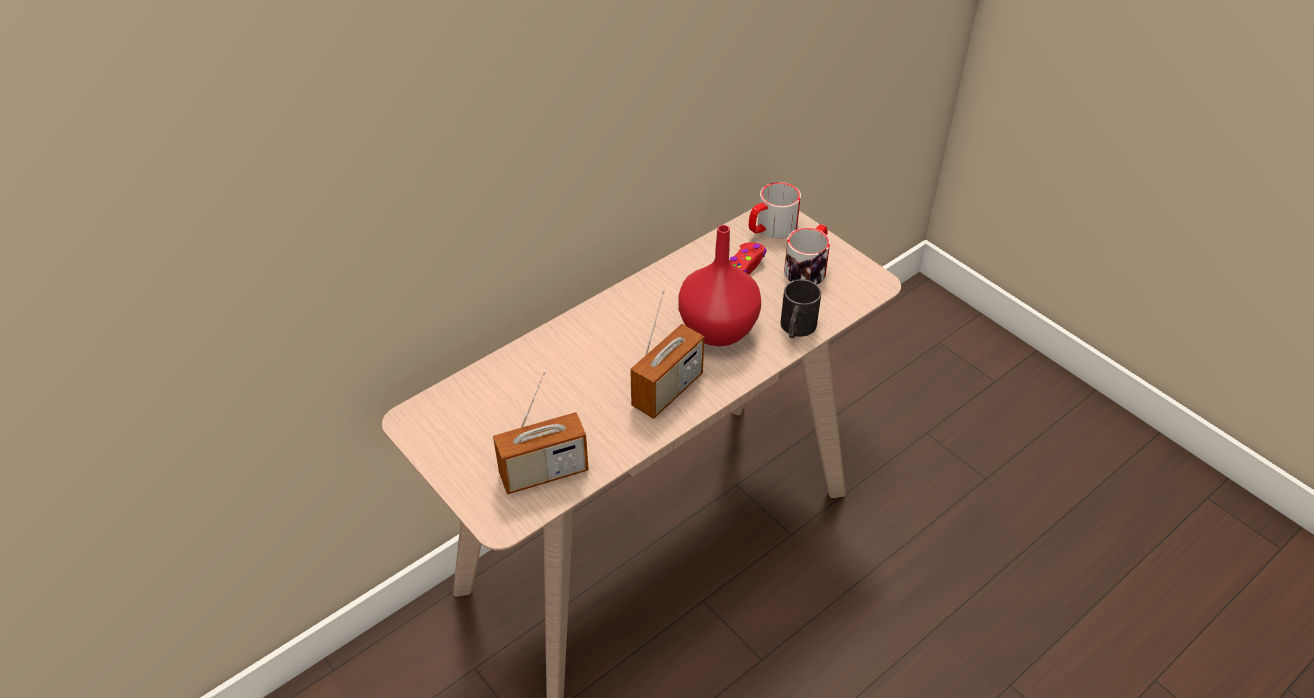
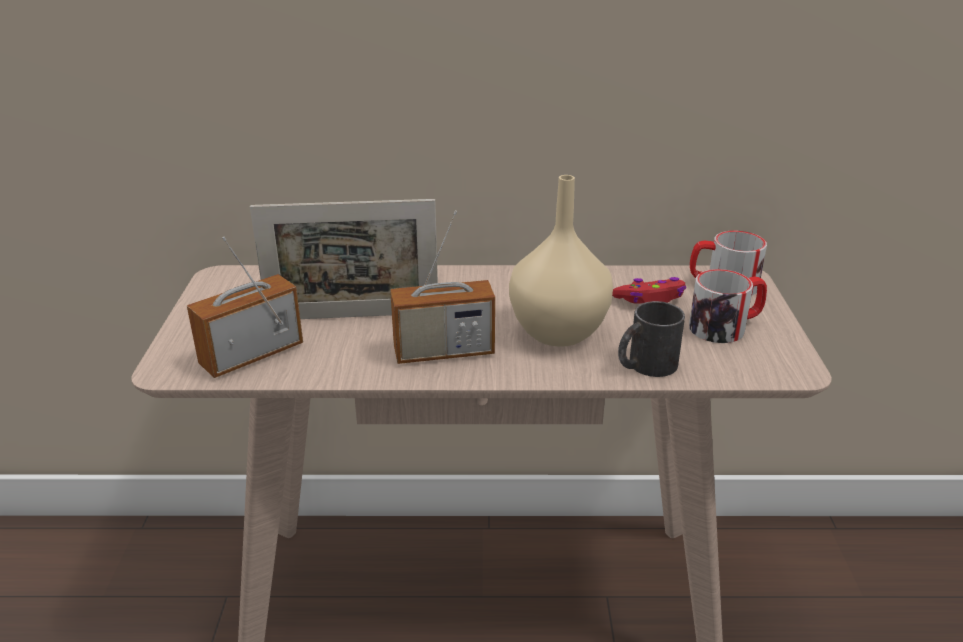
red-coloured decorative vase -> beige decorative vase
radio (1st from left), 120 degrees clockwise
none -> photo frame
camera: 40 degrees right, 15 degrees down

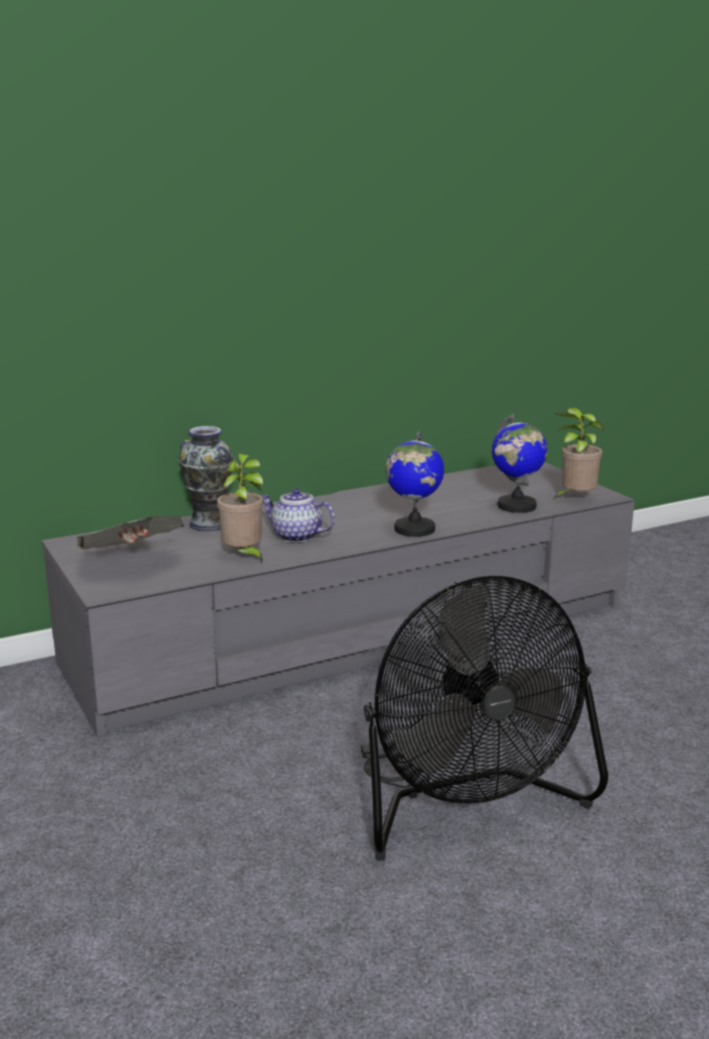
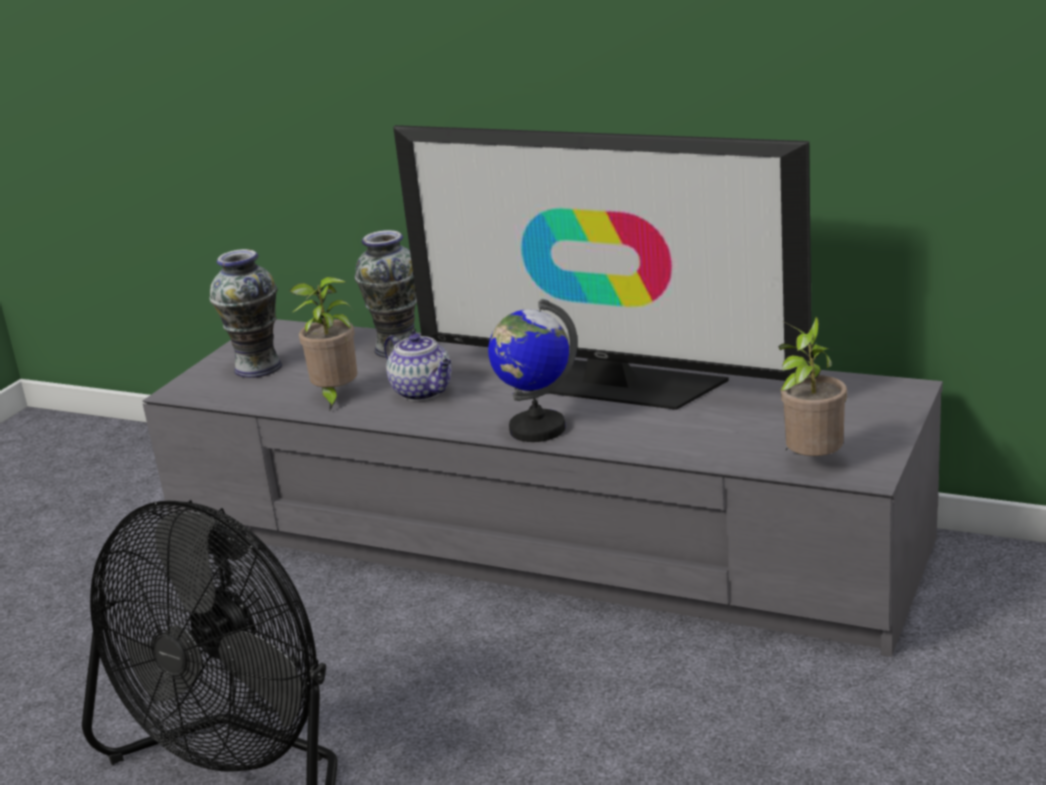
globe (2nd from left) -> none
teapot, 150 degrees clockwise
printed paper -> decorative vase (1st from left)
none -> TV
camera: 55 degrees right, 5 degrees up

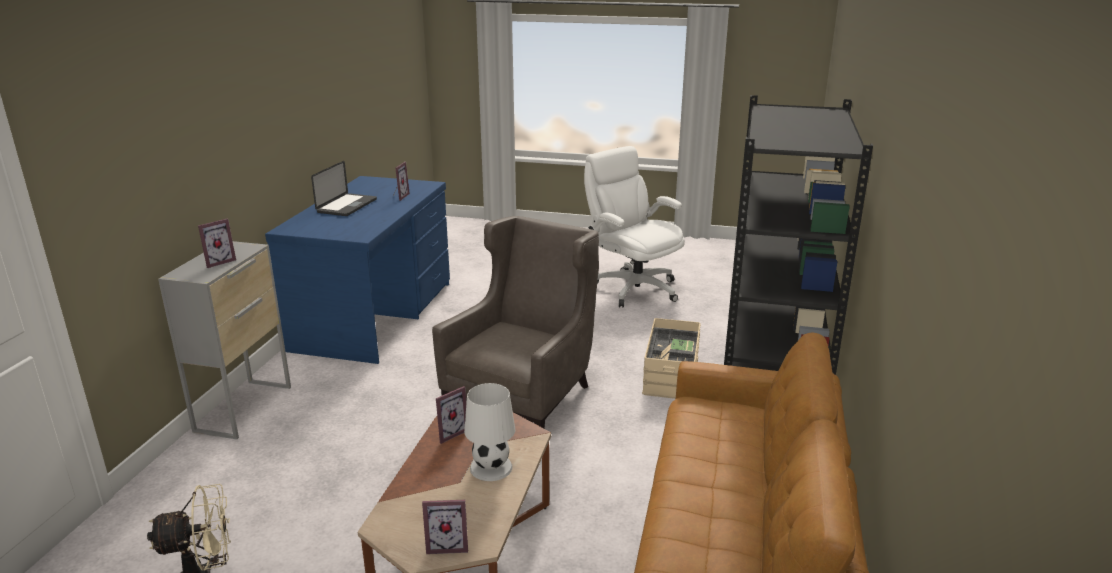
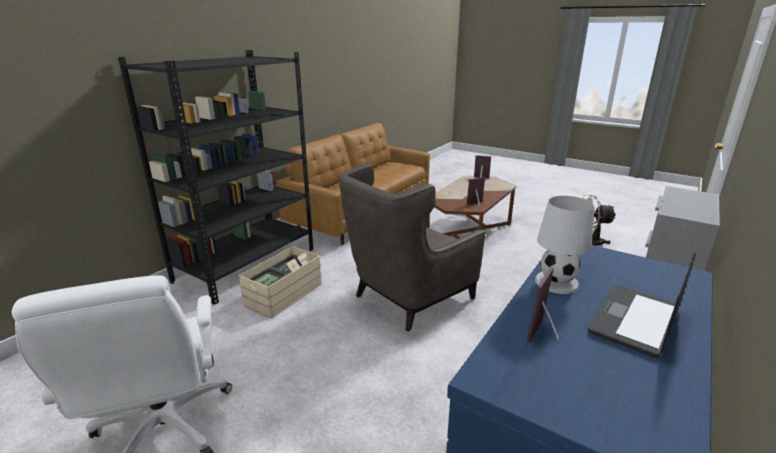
photo frame (1st from left) -> none
white-coloured table lamp, moved
camera: 160 degrees left, 0 degrees up

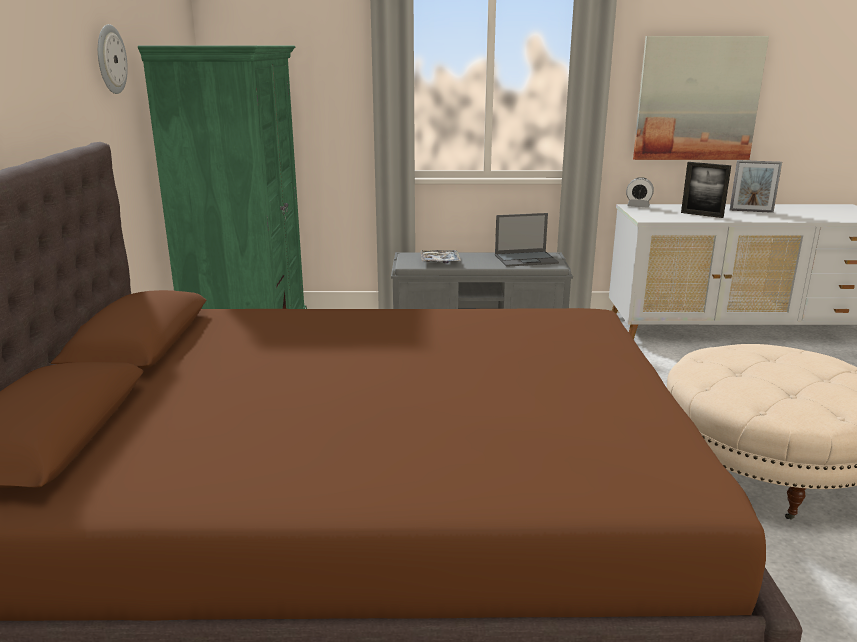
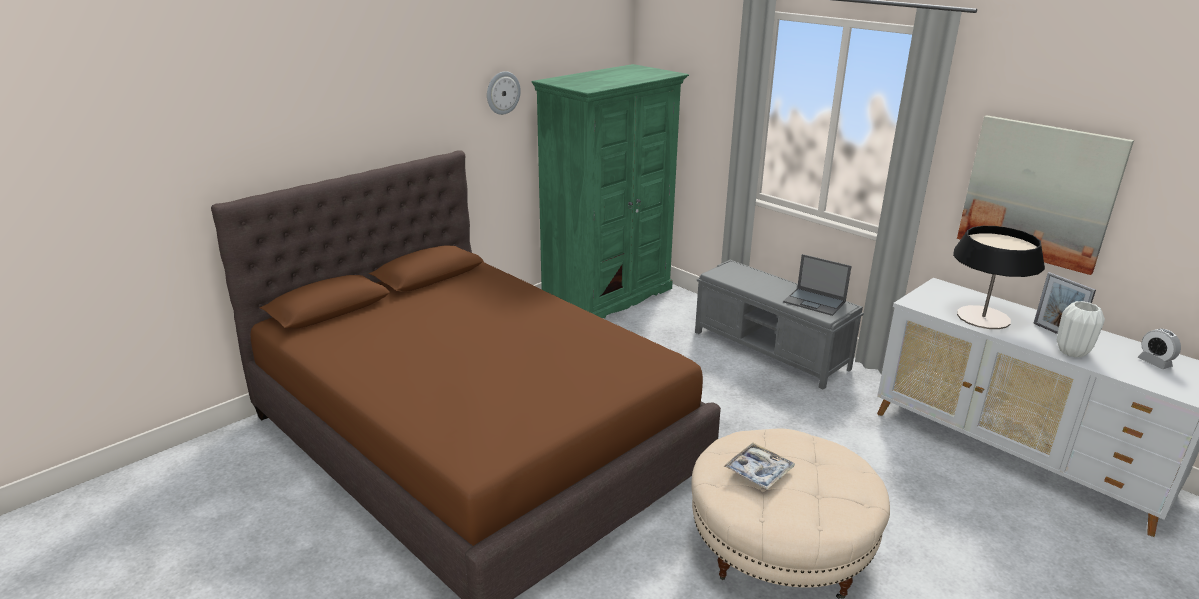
photo frame (1st from left) -> table lamp
table clock, moved
tray, moved
none -> white-coloured decorative vase
camera: 45 degrees right, 5 degrees up

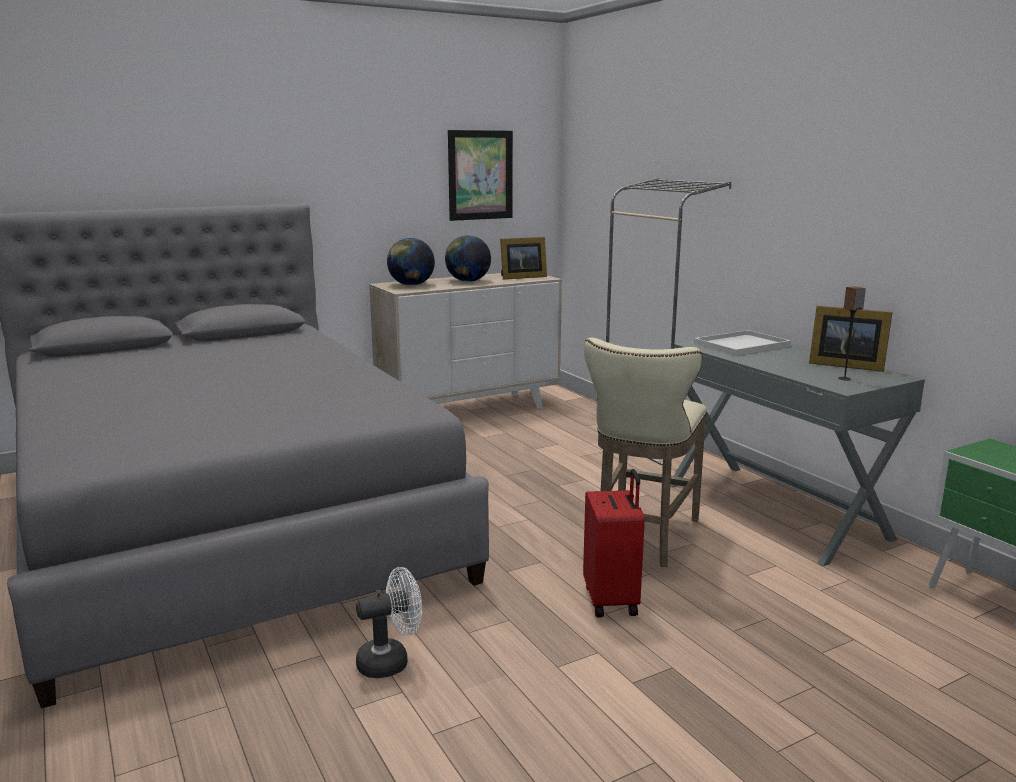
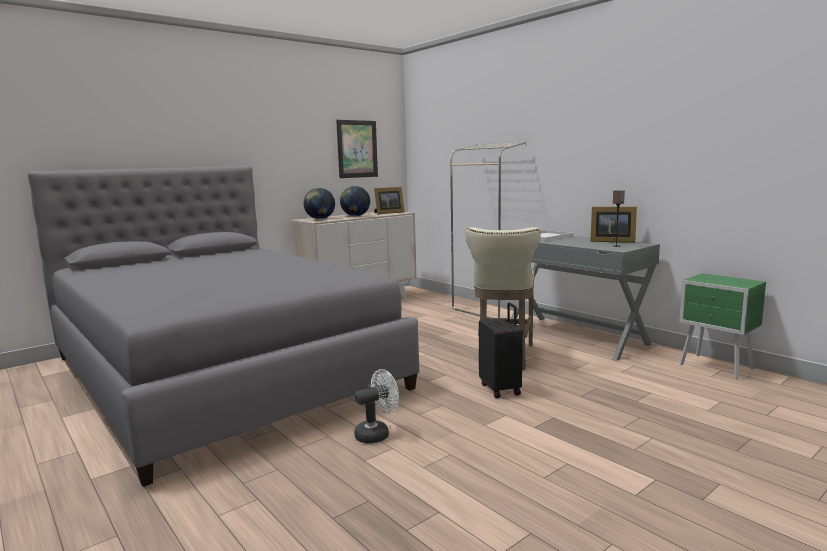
red-coloured suitcase -> blackish suitcase
camera: 10 degrees left, 5 degrees down

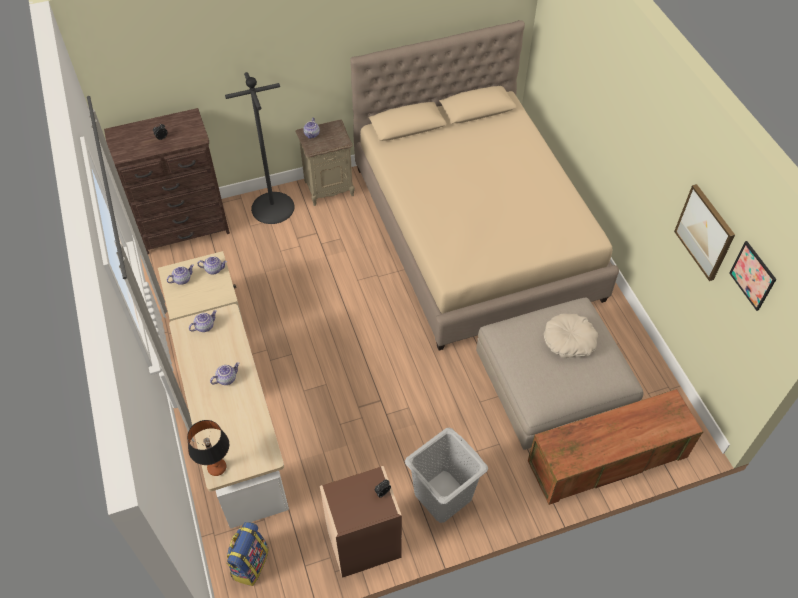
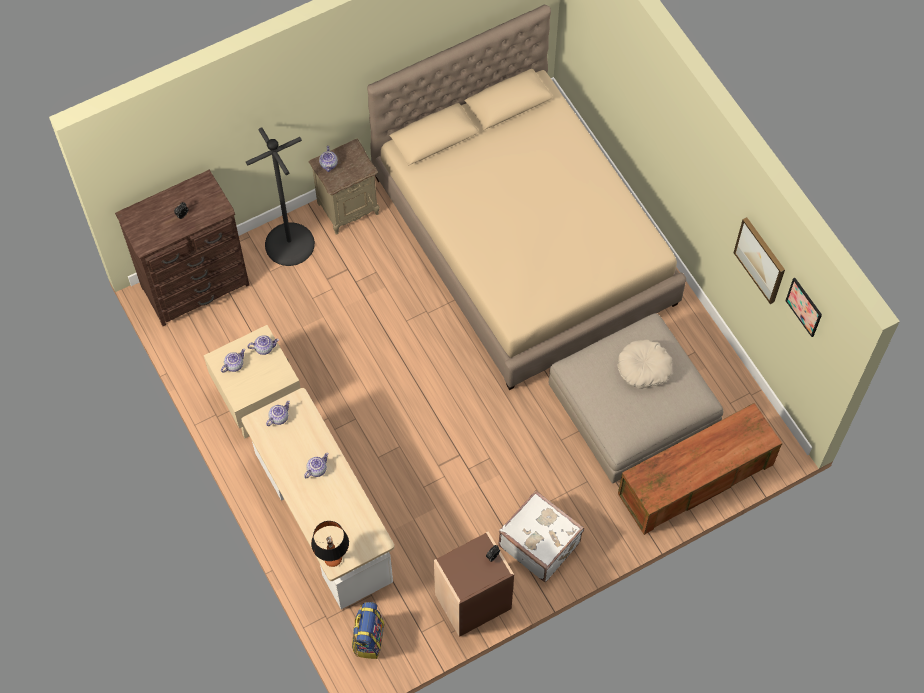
greyish hamper -> white-coloured suitcase
camera: 10 degrees left, 10 degrees up

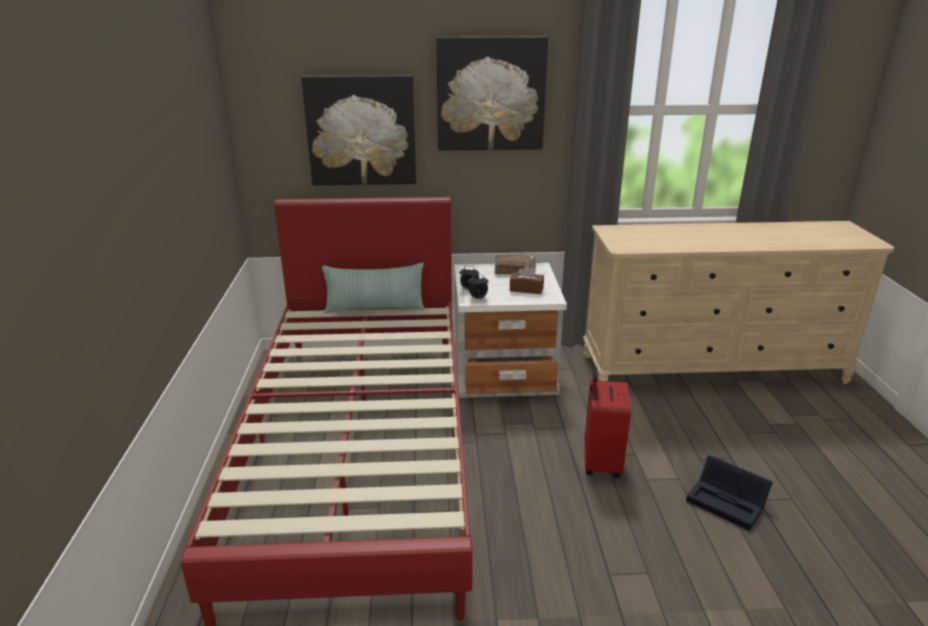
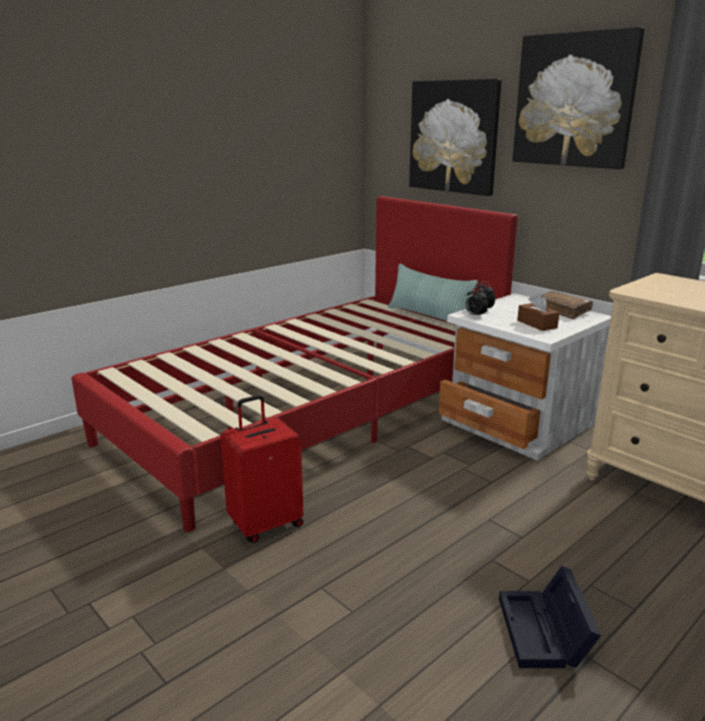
red-coloured suitcase, moved
camera: 50 degrees right, 5 degrees down

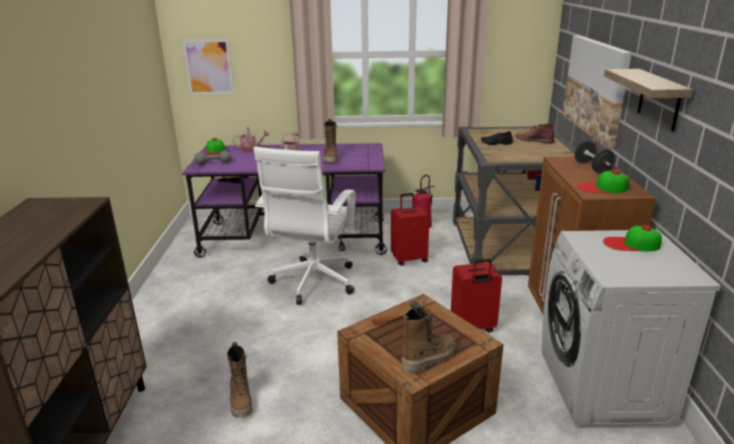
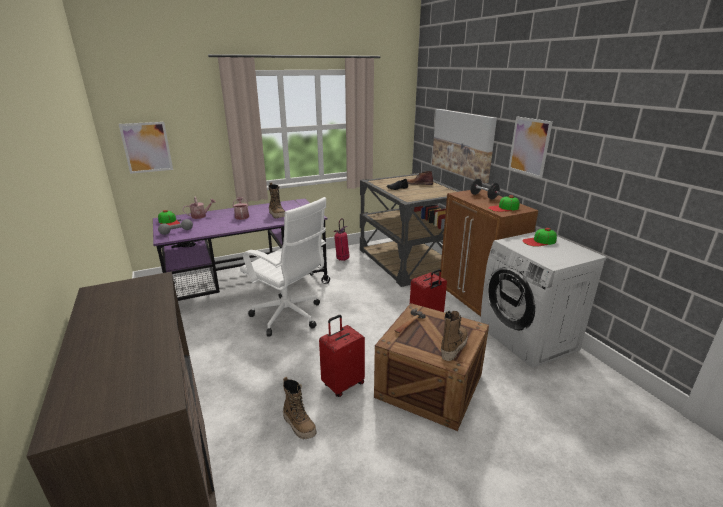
wall shelf -> wall art (3rd from left)
white-coloured office chair, 45 degrees counterclockwise
red-coloured suitcase (1st from left), moved
camera: 25 degrees left, 0 degrees up

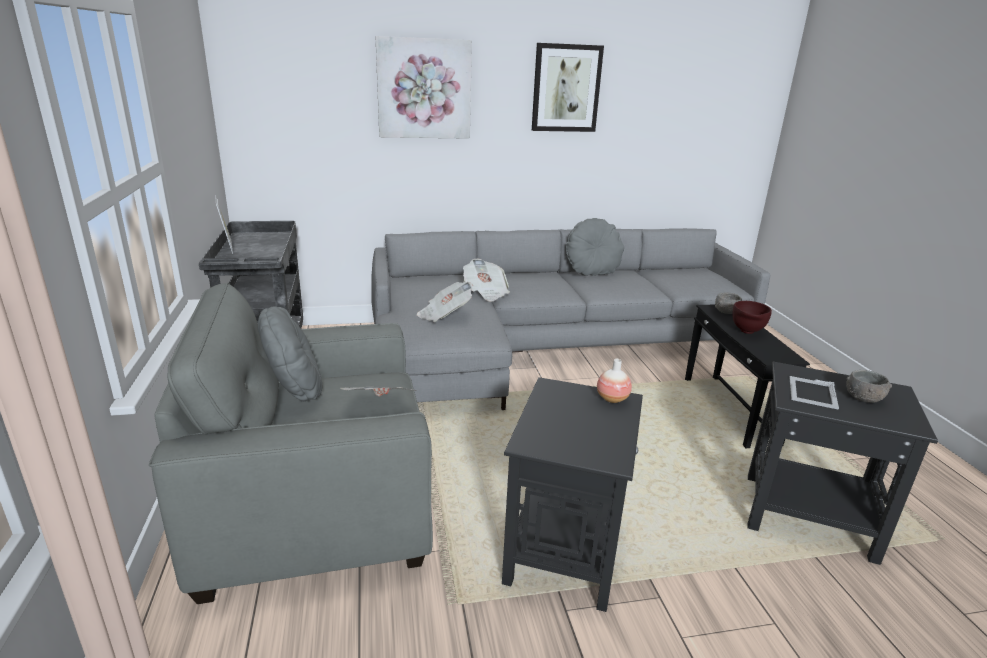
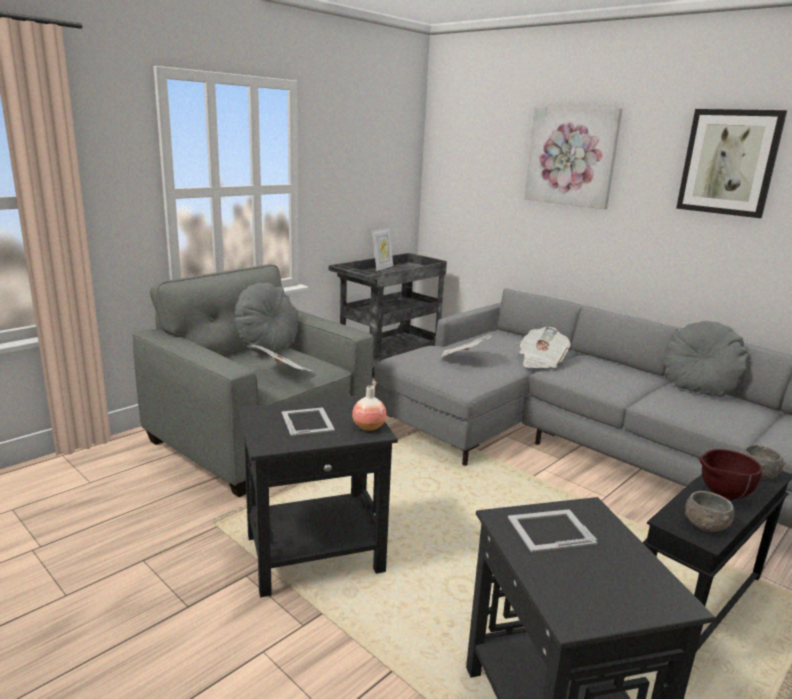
greyish serving bowl (2nd from left in the first image) -> greyish serving bowl (1st from left), moved
none -> photo frame (1st from left)
camera: 55 degrees right, 5 degrees down

